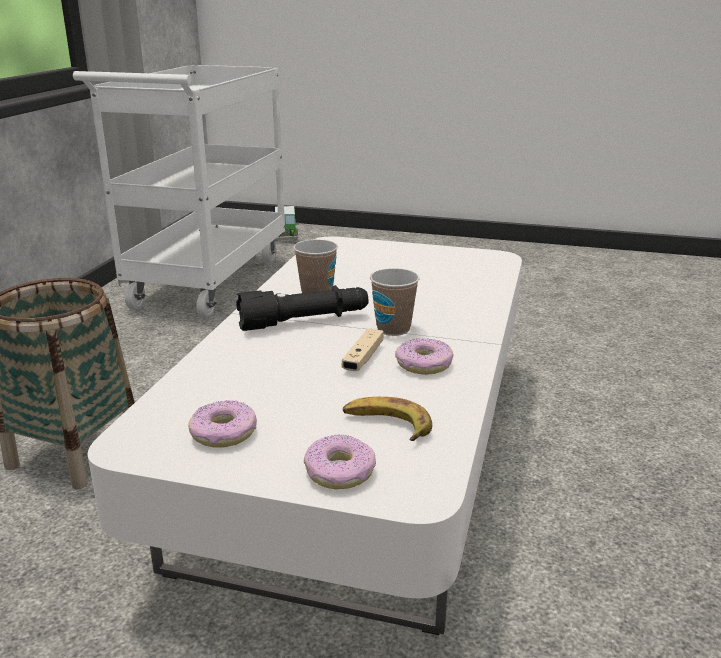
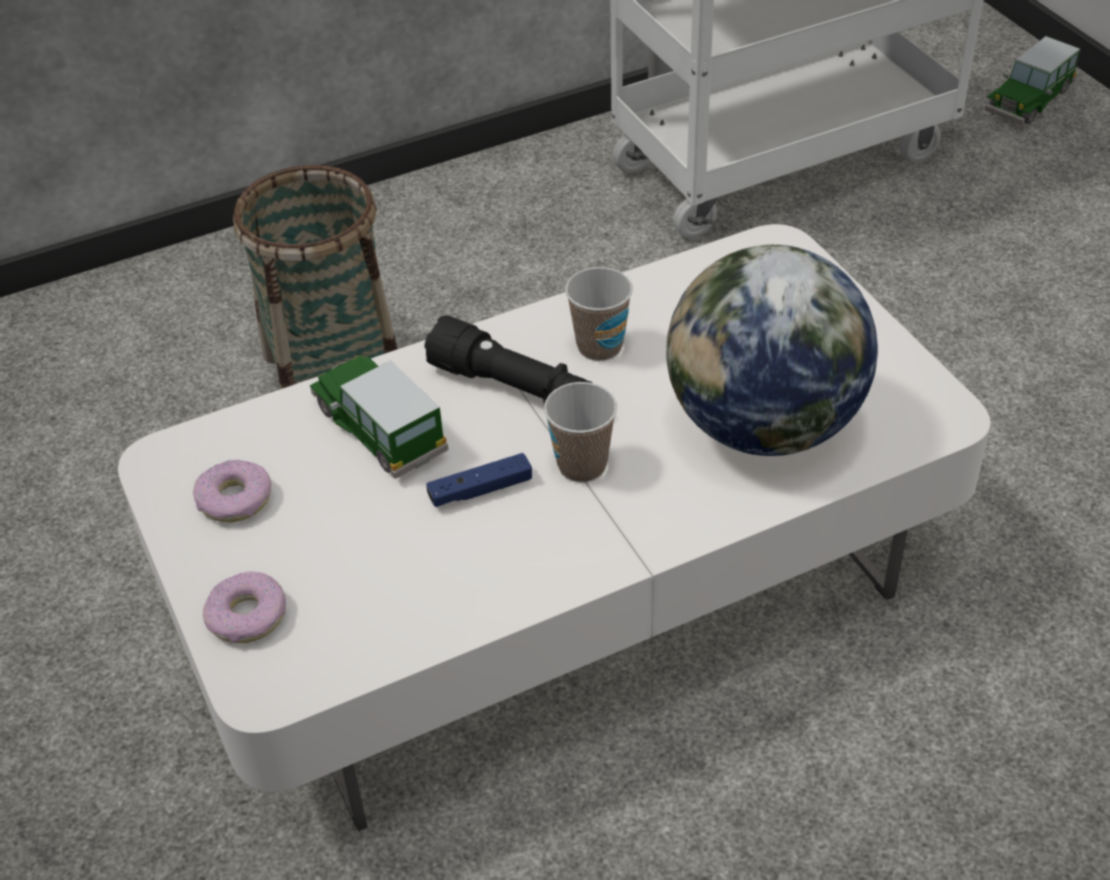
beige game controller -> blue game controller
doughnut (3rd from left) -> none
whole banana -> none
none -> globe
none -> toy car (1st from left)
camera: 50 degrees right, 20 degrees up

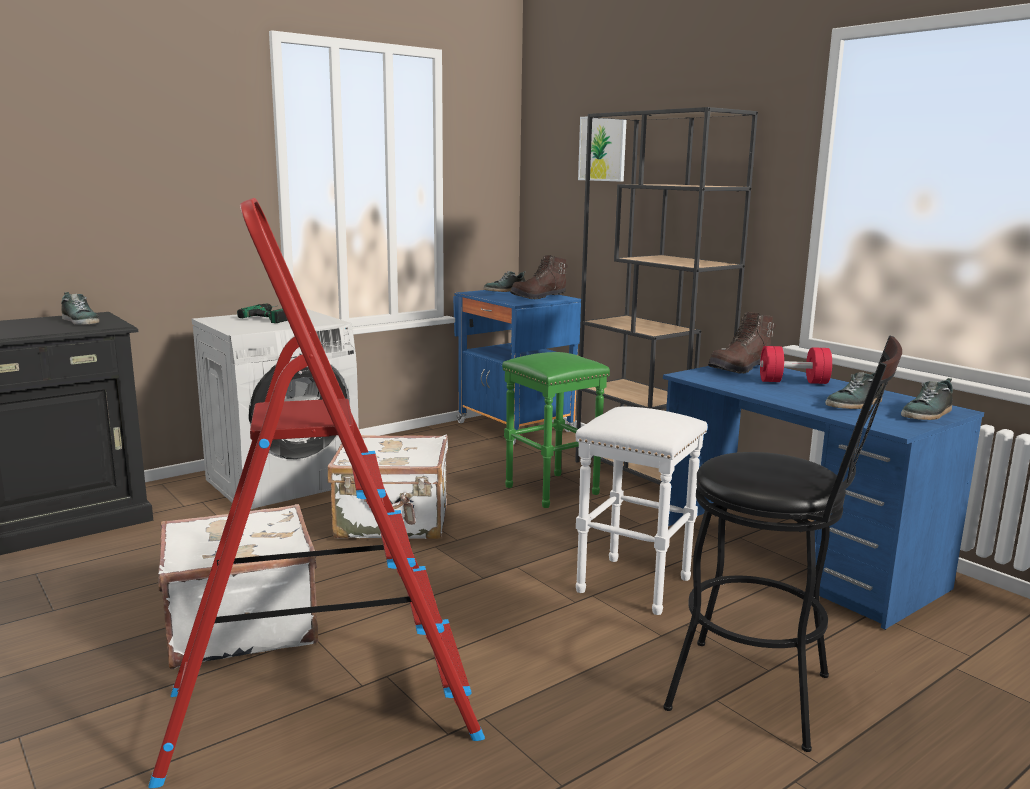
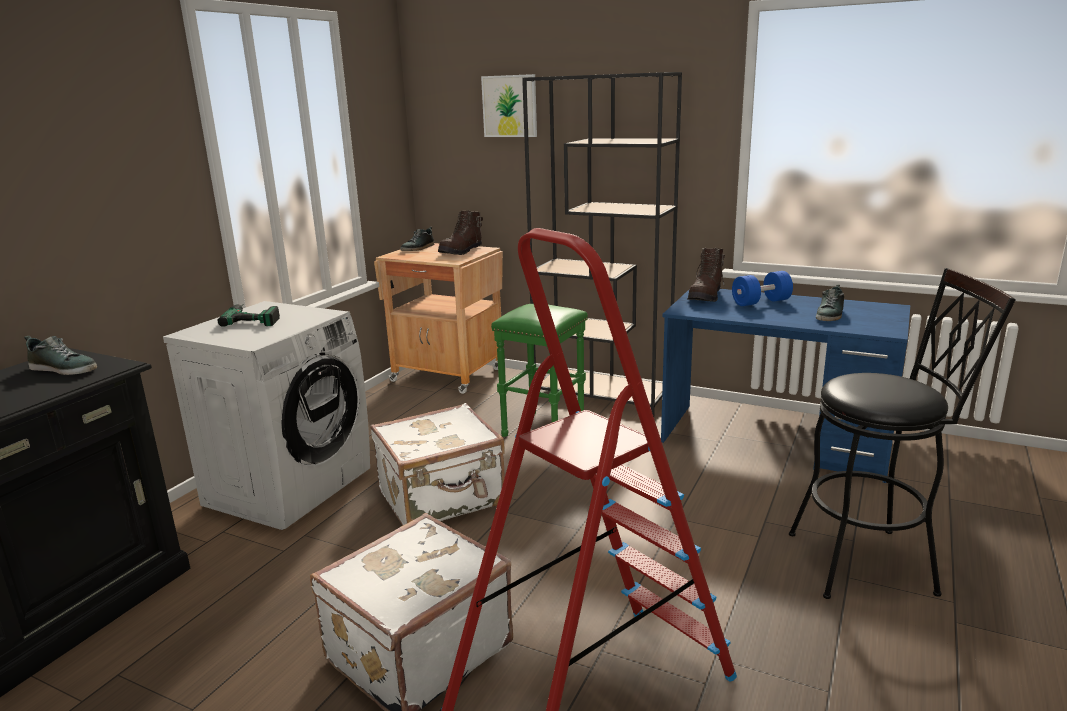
blue wheeled cart -> brown wheeled cart
red-coloured dumbbell -> blue dumbbell
shoe (4th from left) -> none
white-coloured stool -> none
camera: 25 degrees left, 5 degrees up

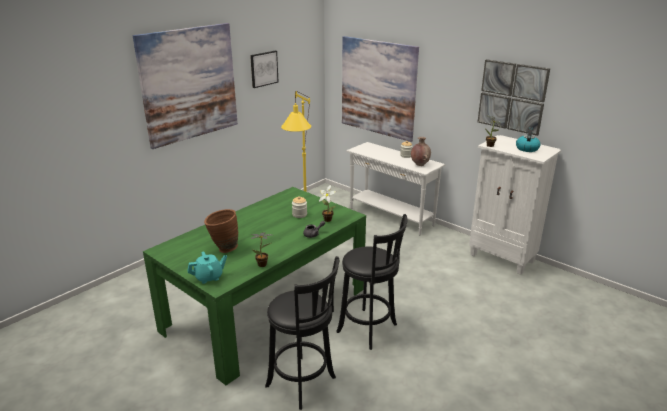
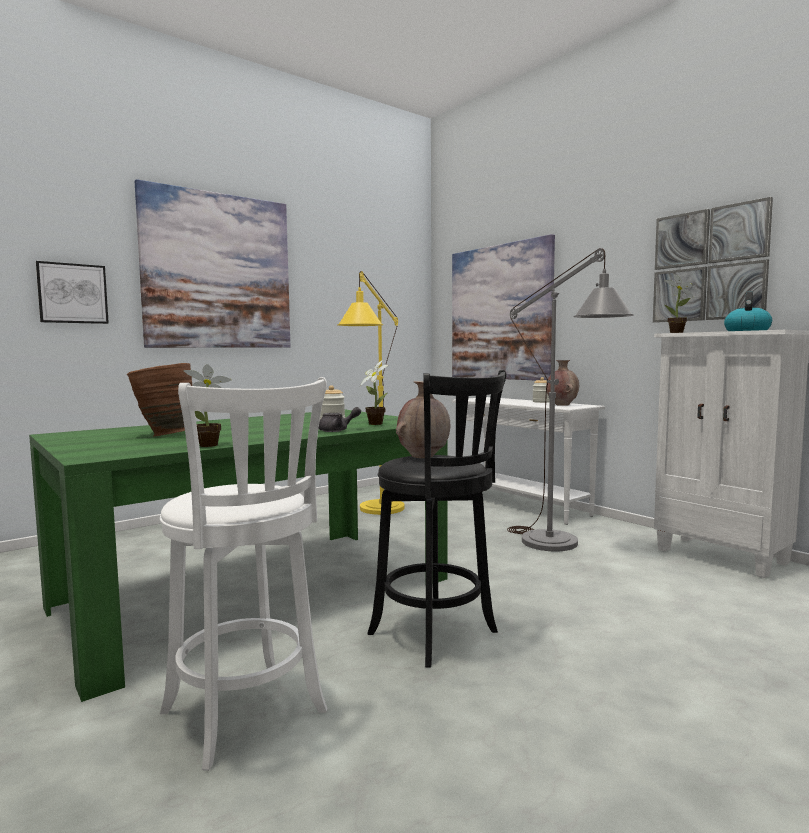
wall art (2nd from left in the first image) -> wall art (1st from left), moved
blue-green teapot -> none
blackish stool (1st from left) -> white-coloured stool
none -> greyish floor lamp
none -> brown decorative vase (2nd from left)
camera: 10 degrees right, 20 degrees down

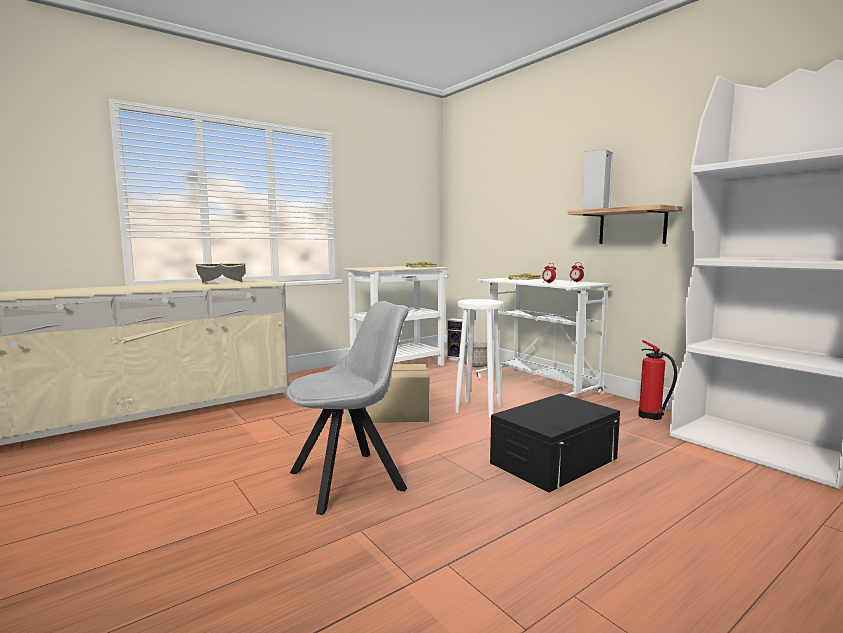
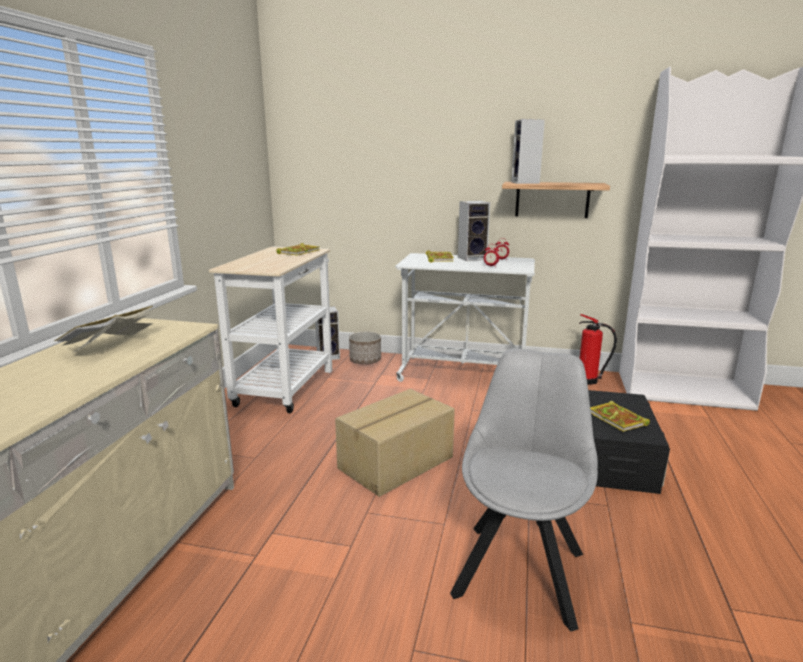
white-coloured stool -> none
none -> loudspeaker (2nd from left)
none -> volume (4th from left)
camera: 40 degrees left, 10 degrees up

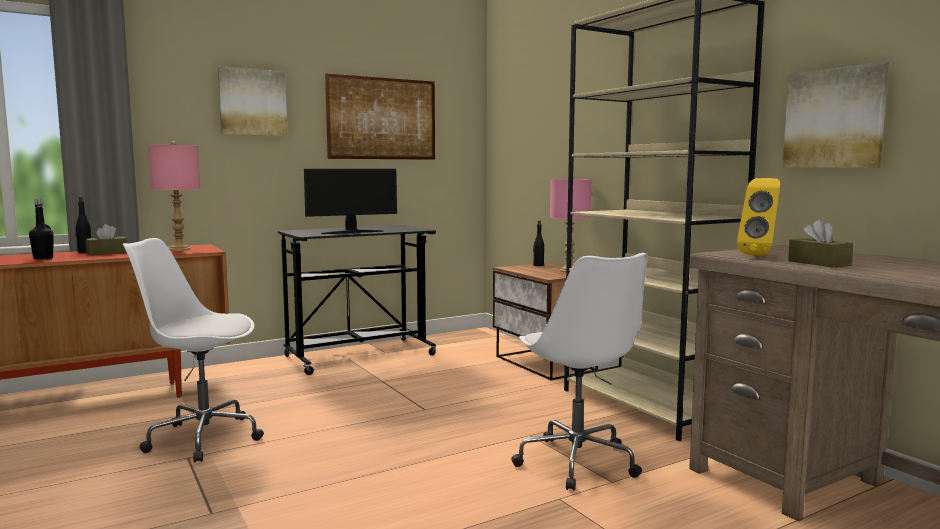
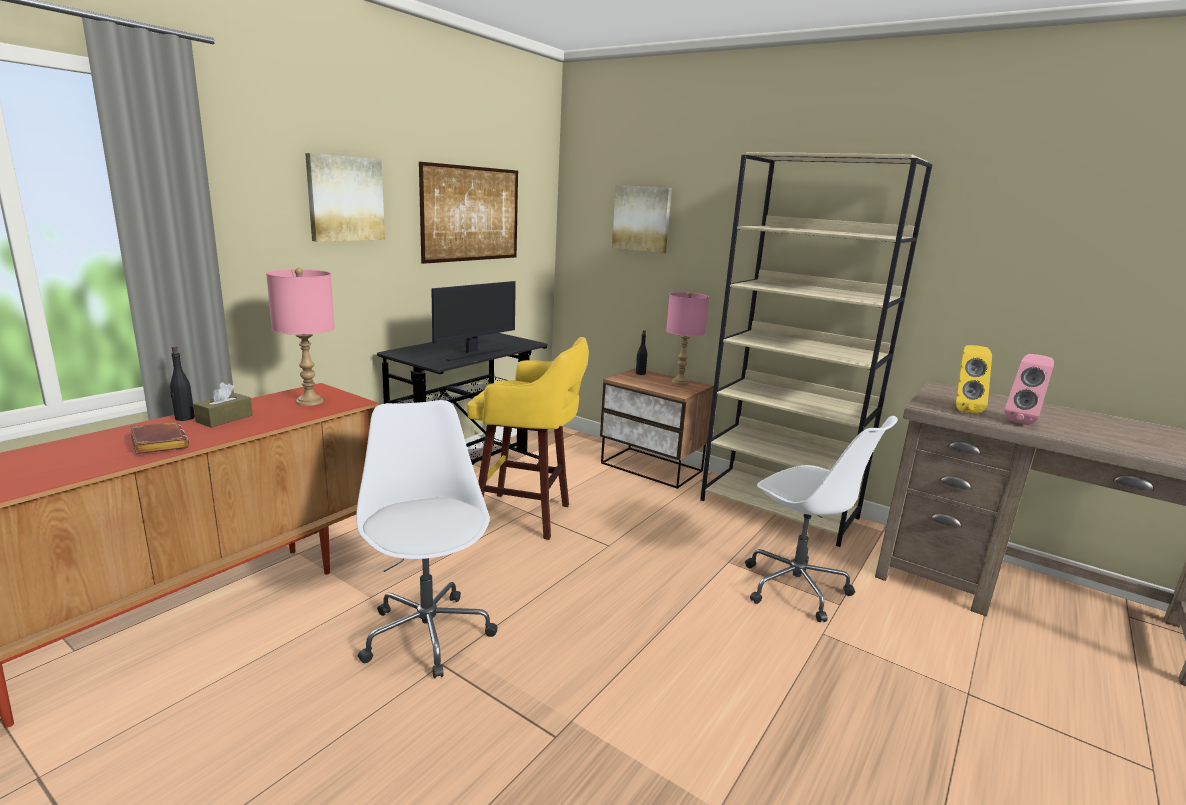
wall art (3rd from left), moved
blackish beverage bottle (1st from left) -> brown volume
brown tissue holder (2nd from left) -> pink loudspeaker
white-coloured office chair (1st from left), 90 degrees clockwise
none -> yellow-coloured stool
camera: 25 degrees left, 10 degrees up

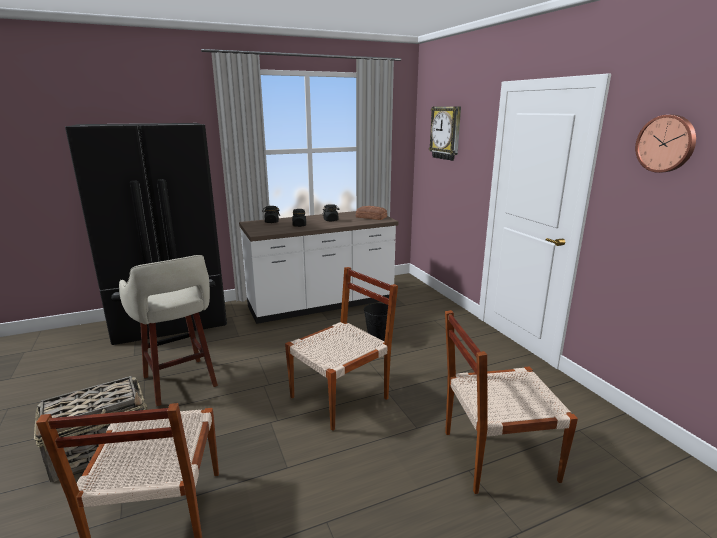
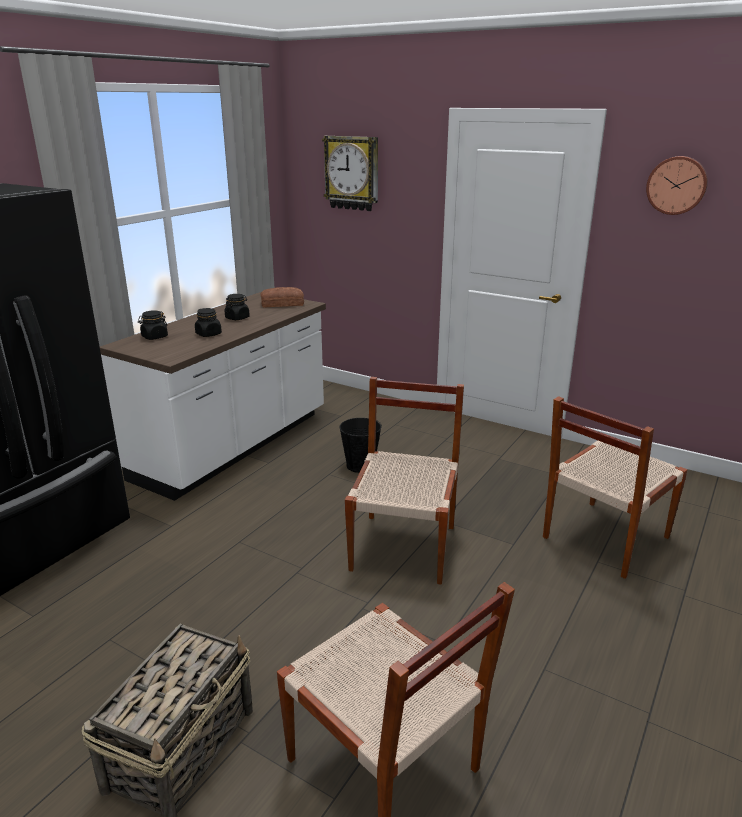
beige stool -> none
camera: 35 degrees left, 5 degrees up

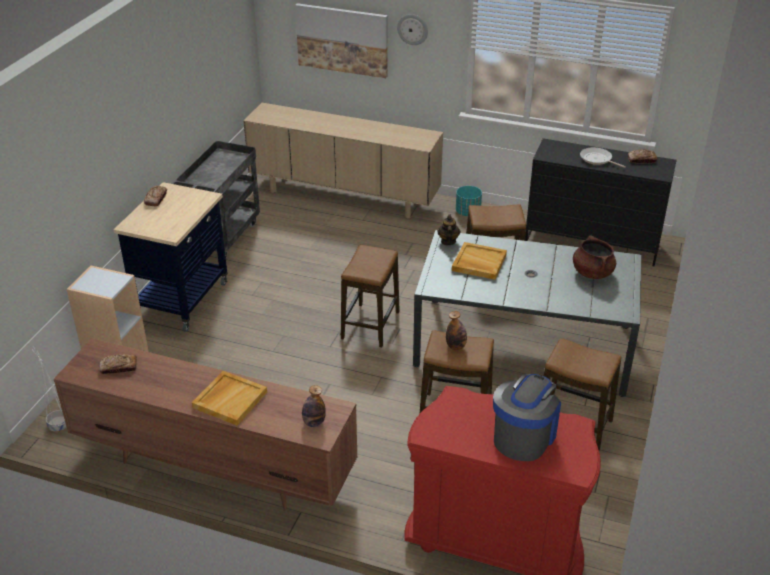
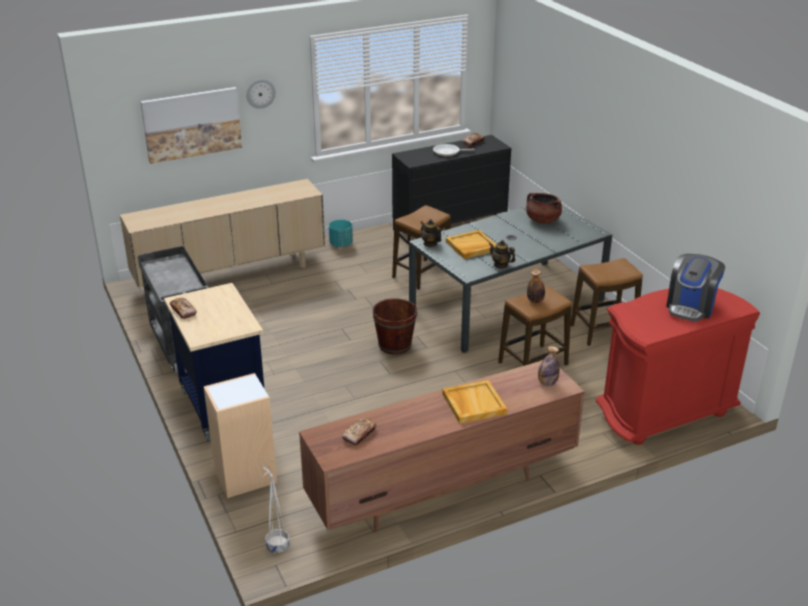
stool (1st from left) -> brown pail
coffee maker, 135 degrees counterclockwise
none -> teapot (2nd from left)
camera: 45 degrees left, 5 degrees down

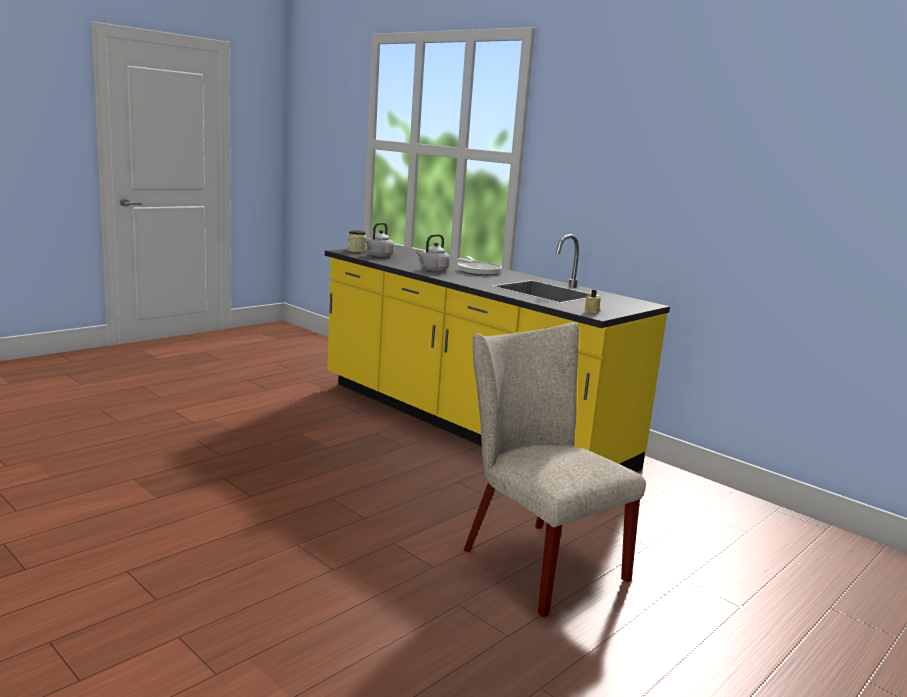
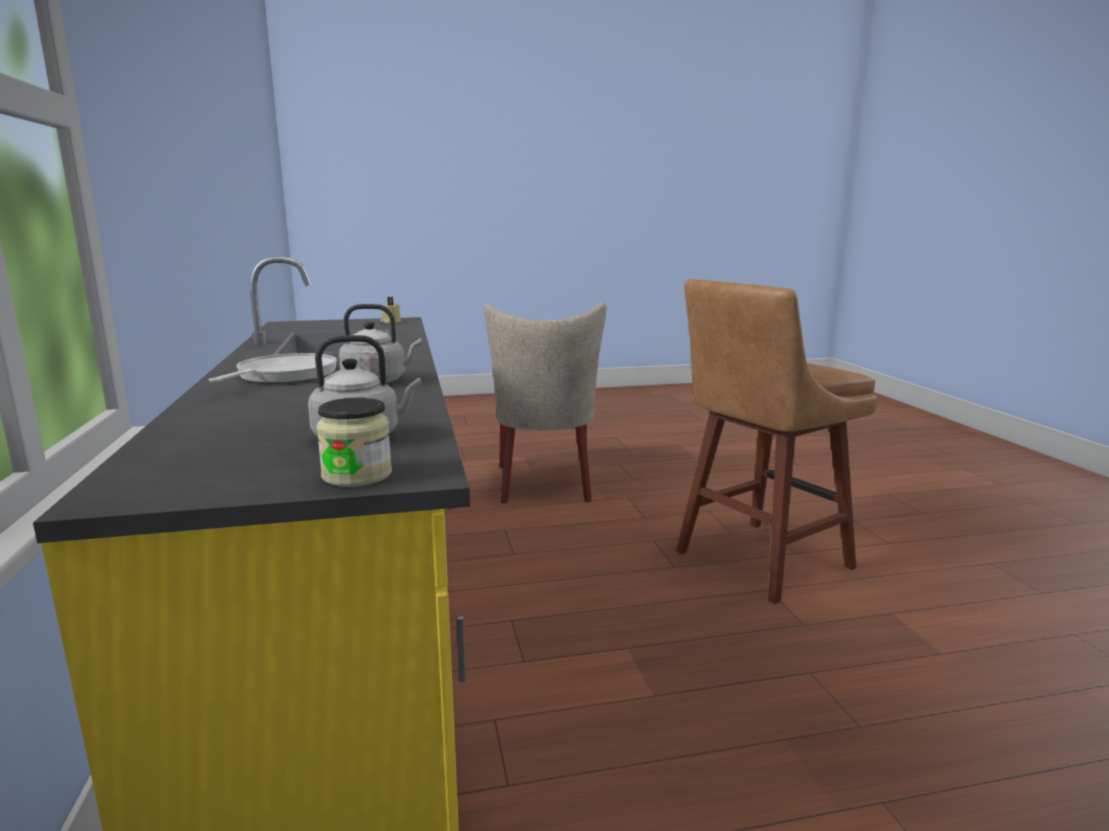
none -> brown stool
camera: 145 degrees left, 0 degrees up

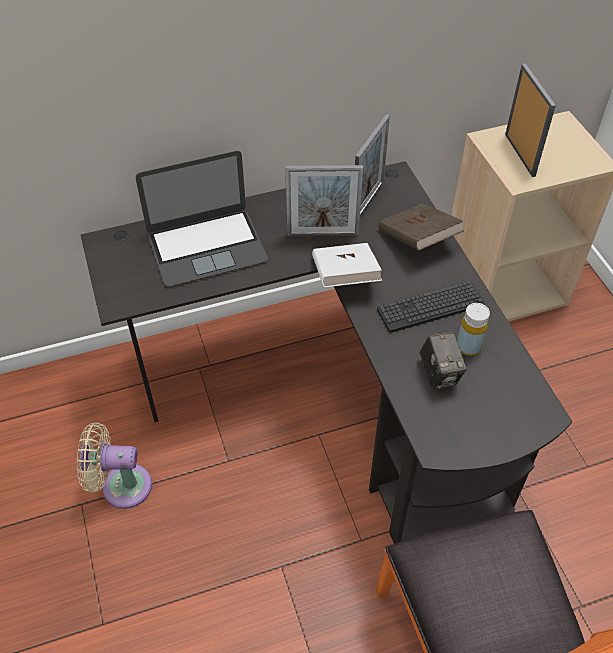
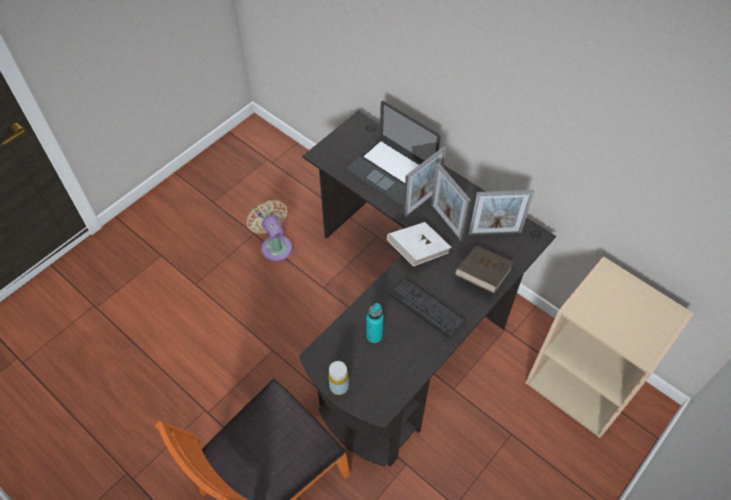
photo frame (3rd from left in the first image) -> photo frame (1st from left), moved
yellow-coloured beverage bottle, moved
still camera -> blue-green beverage bottle
camera: 60 degrees right, 5 degrees up

